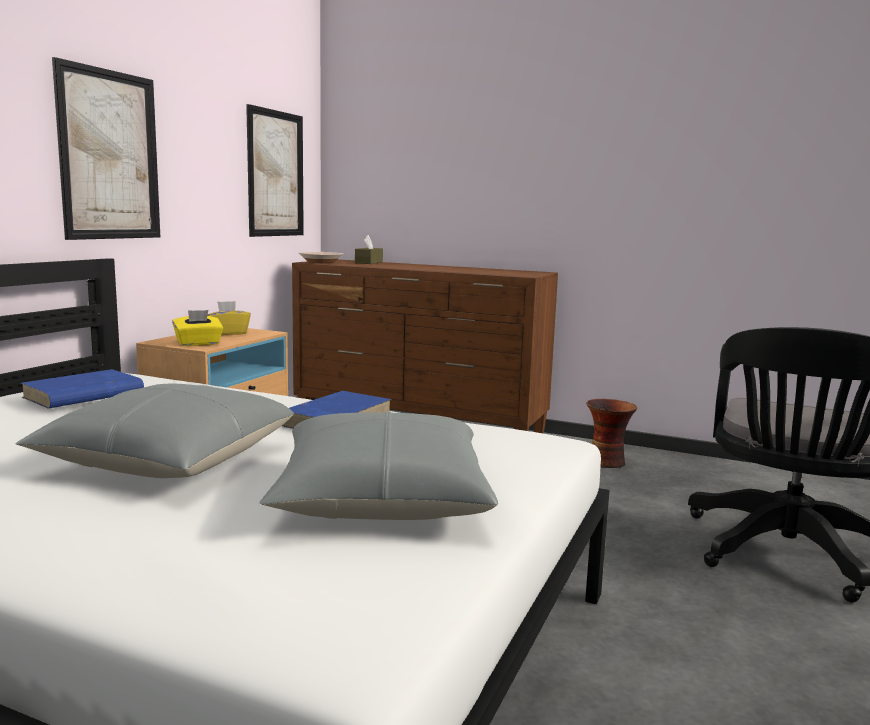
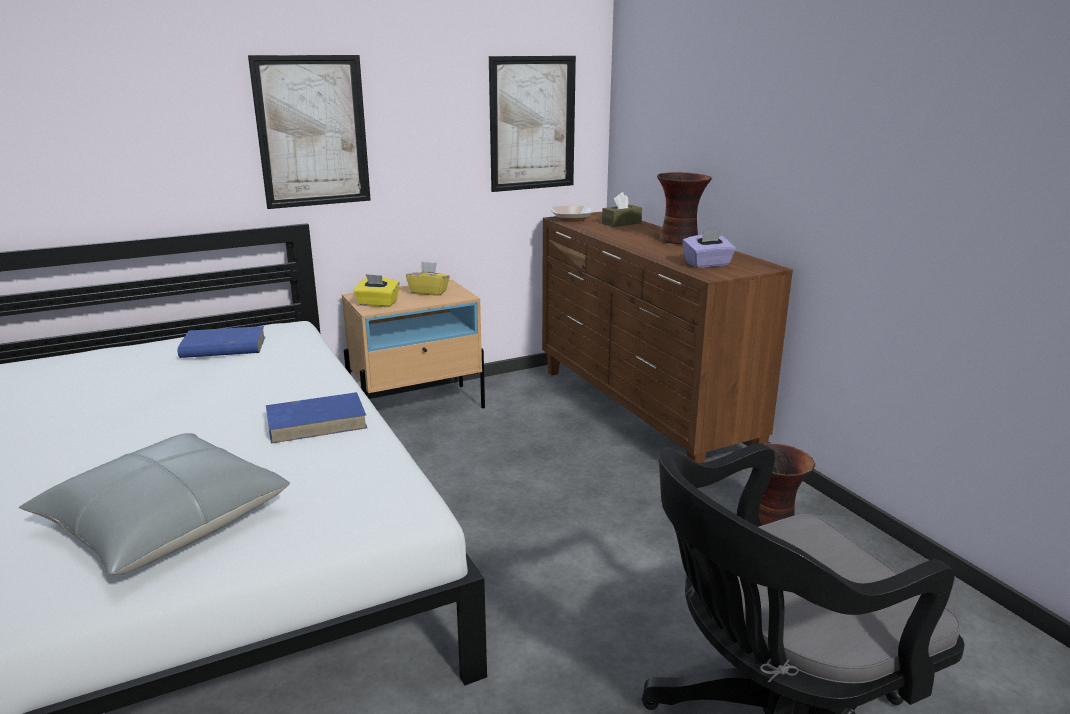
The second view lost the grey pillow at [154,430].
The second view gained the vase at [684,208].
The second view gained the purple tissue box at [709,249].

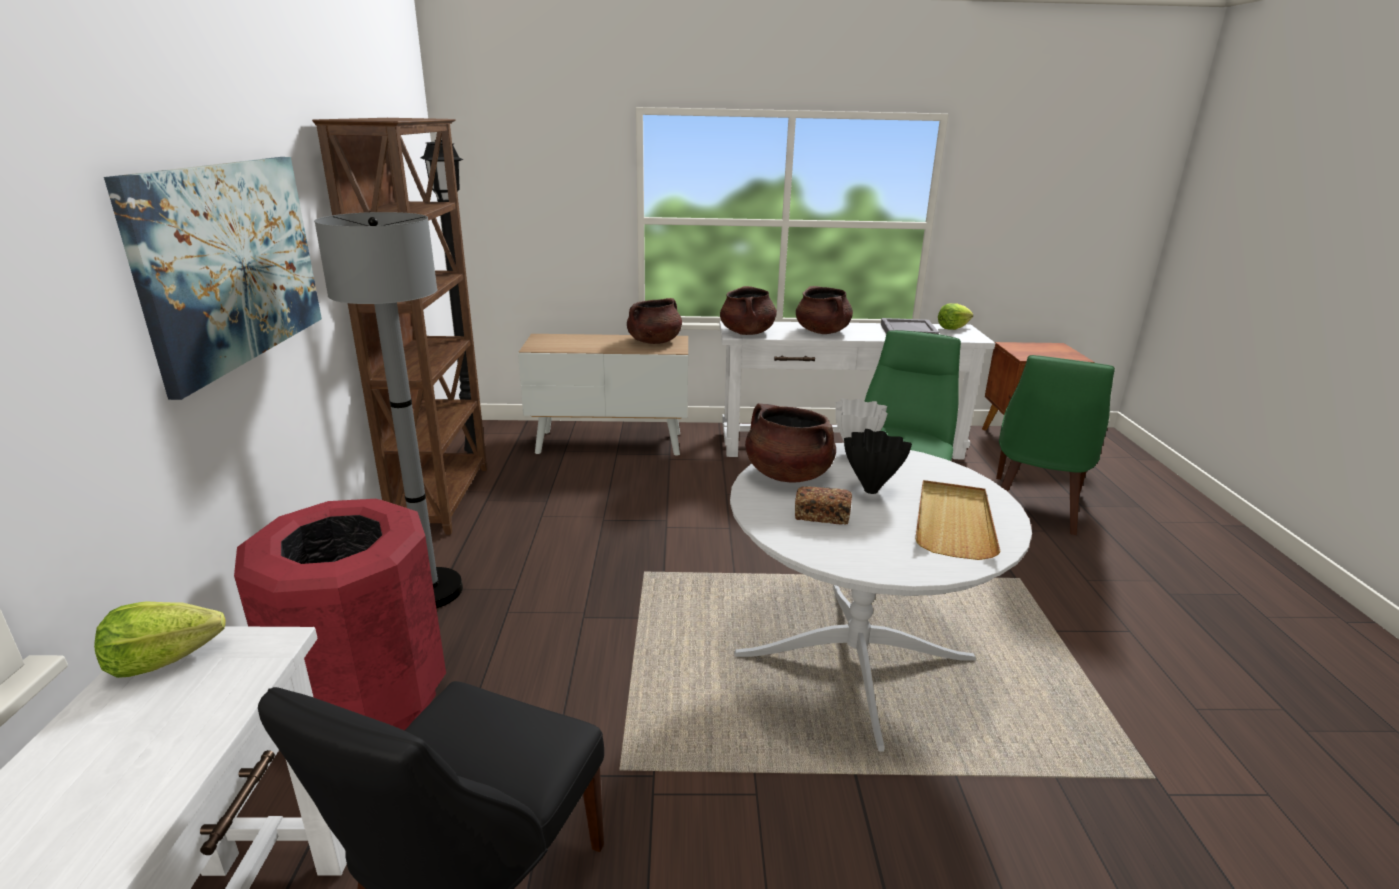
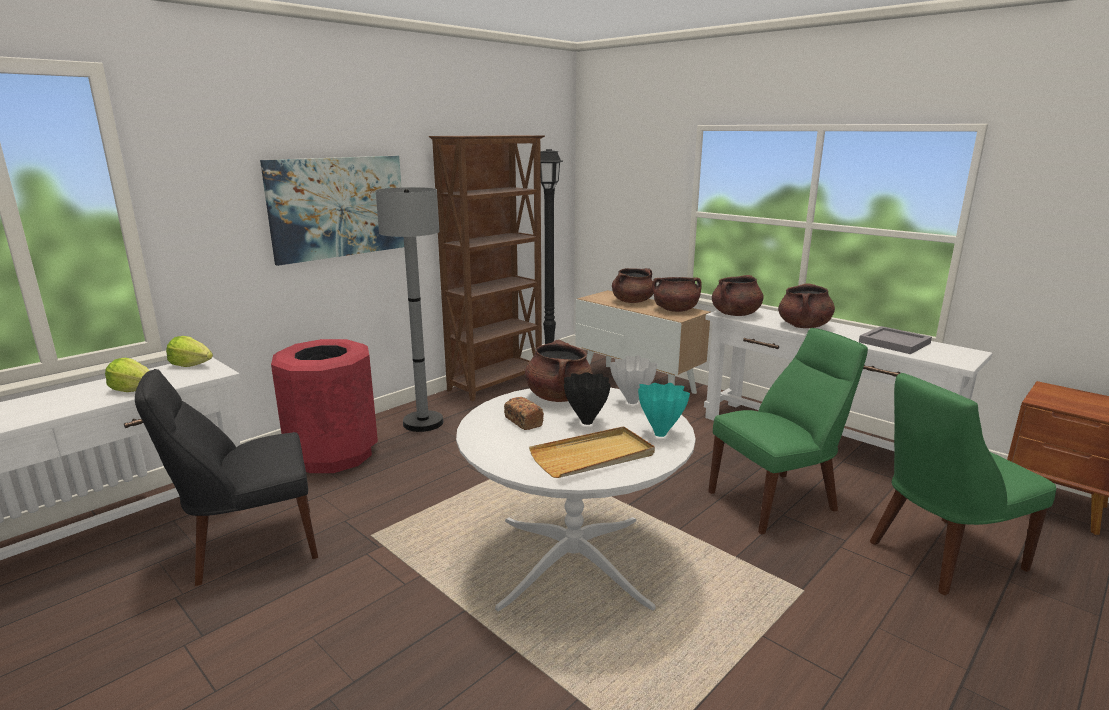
The lettuce ended up elsewhere, having gone from [955,316] to [127,375].
The second view gained the brown cooking pot at [632,285].
The second view gained the turquoise vase at [664,410].

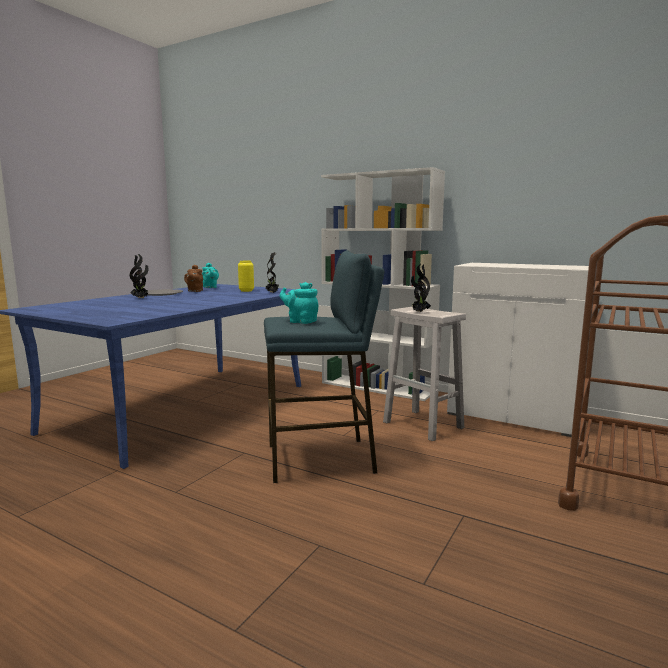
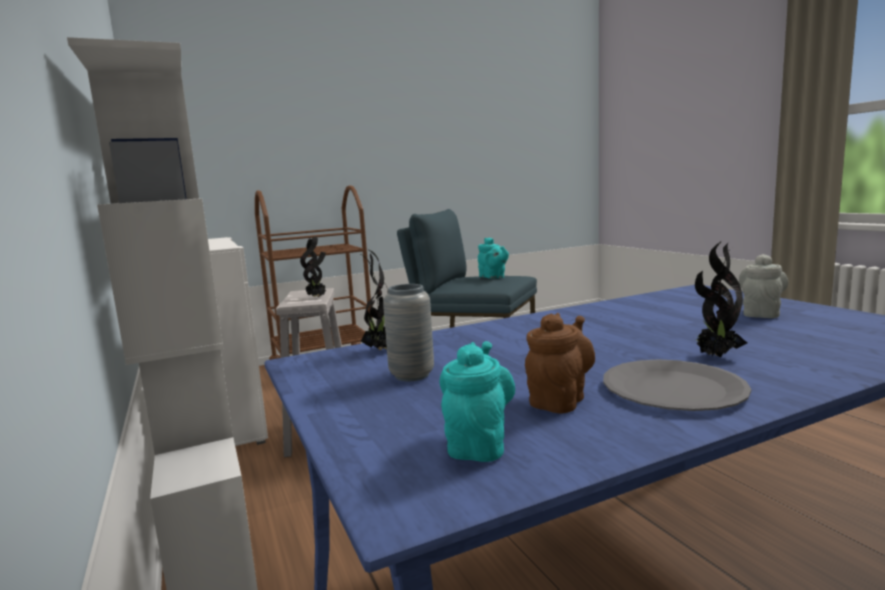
What was the yellow vase at [246,276] turned into the grey vase at [408,332].
The second view gained the grey teapot at [763,286].

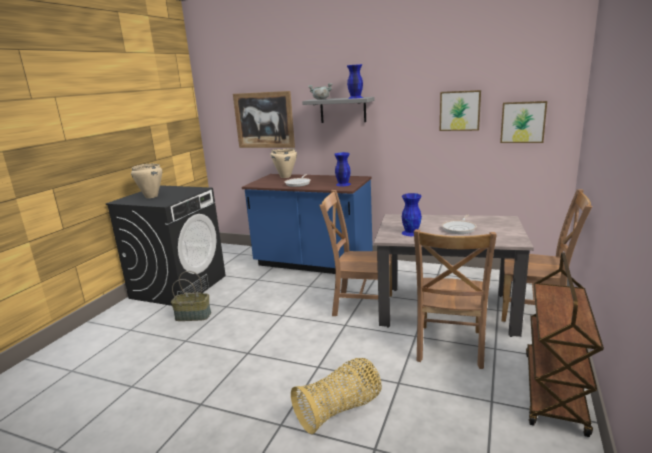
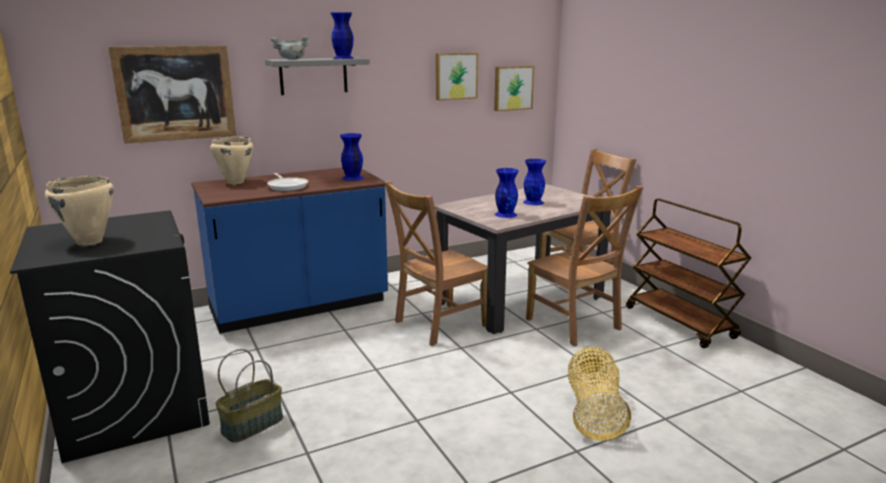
Where the frying pan stood at [459,224], the blue vase came to stand at [534,182].

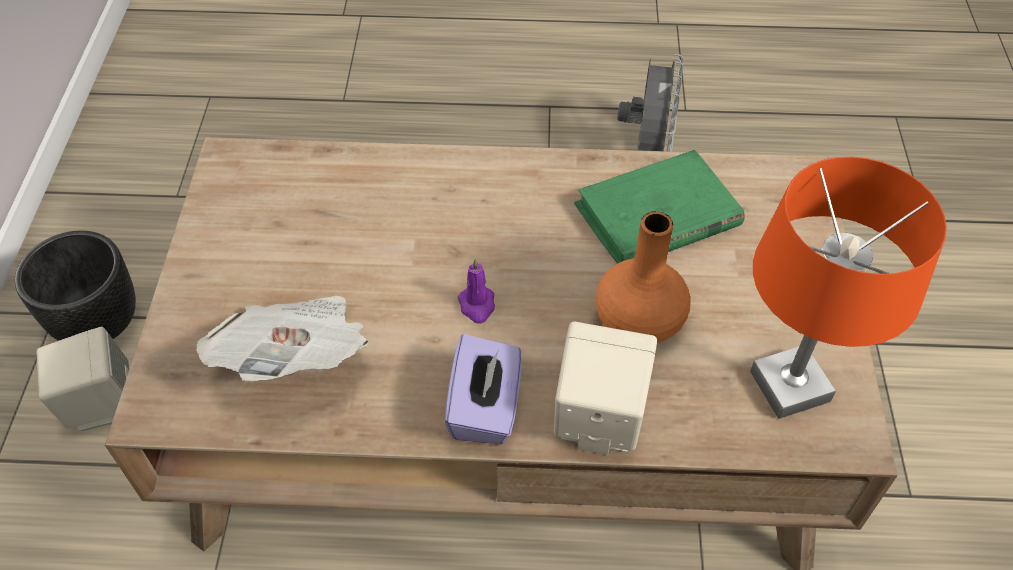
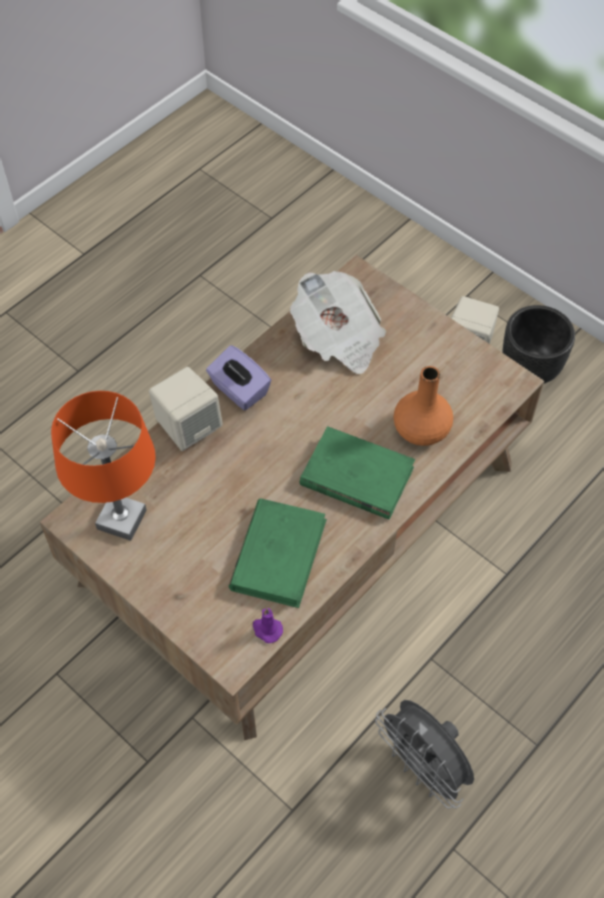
The orange vase ended up elsewhere, having gone from [643,277] to [423,406].
The purple candle ended up elsewhere, having gone from [476,291] to [268,625].
The second view gained the green book at [357,473].

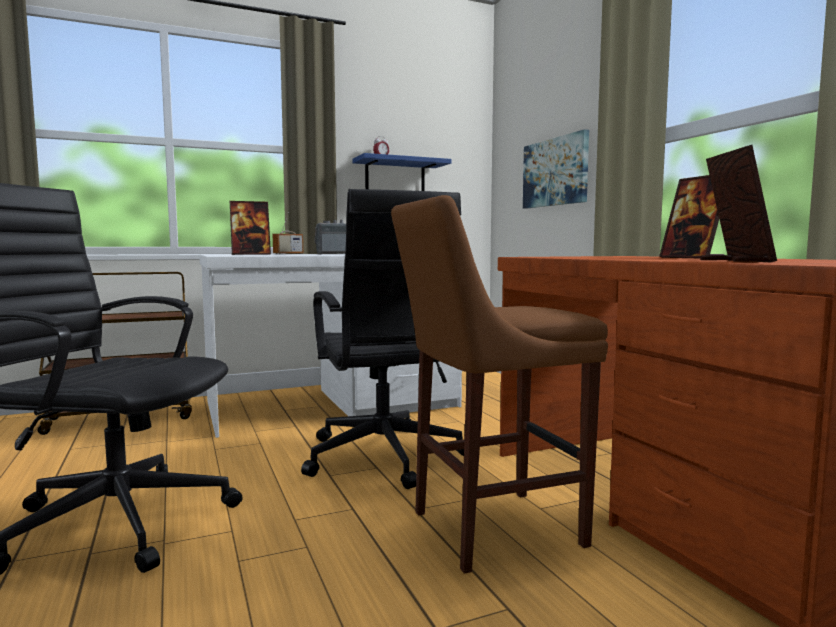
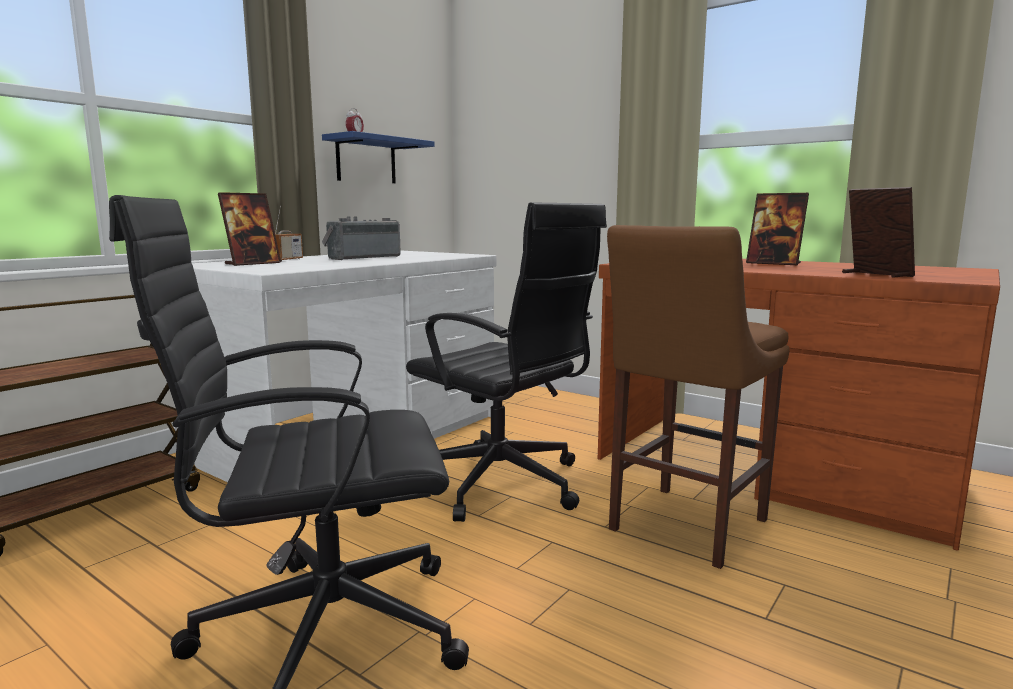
The second view lost the picture at [556,169].

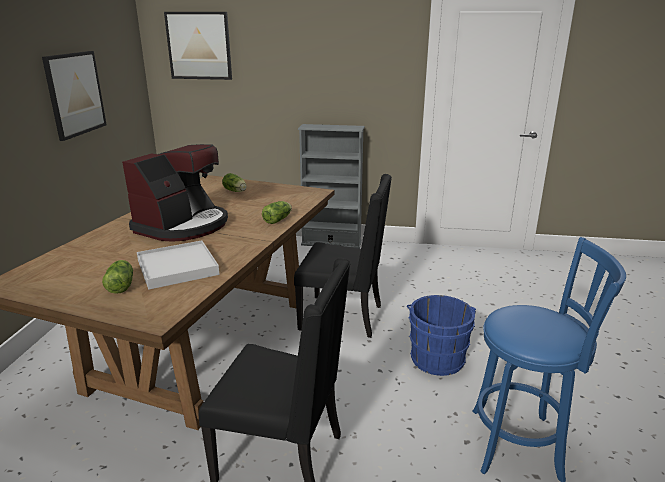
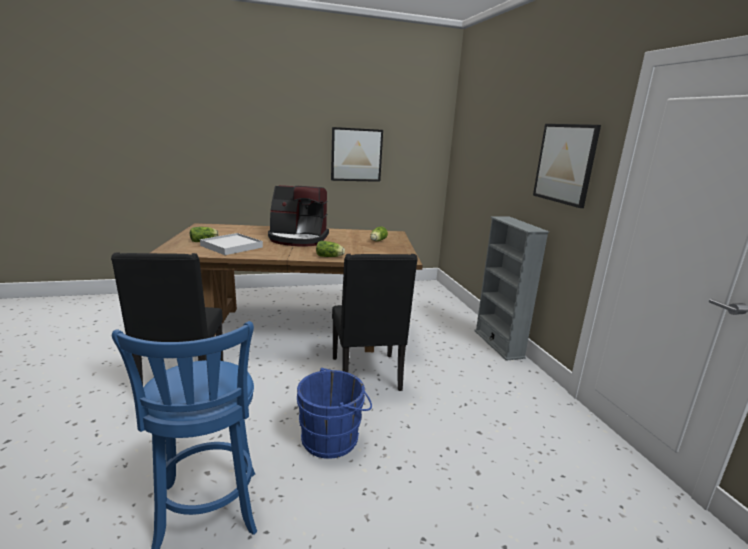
The picture ended up elsewhere, having gone from [198,46] to [567,166].

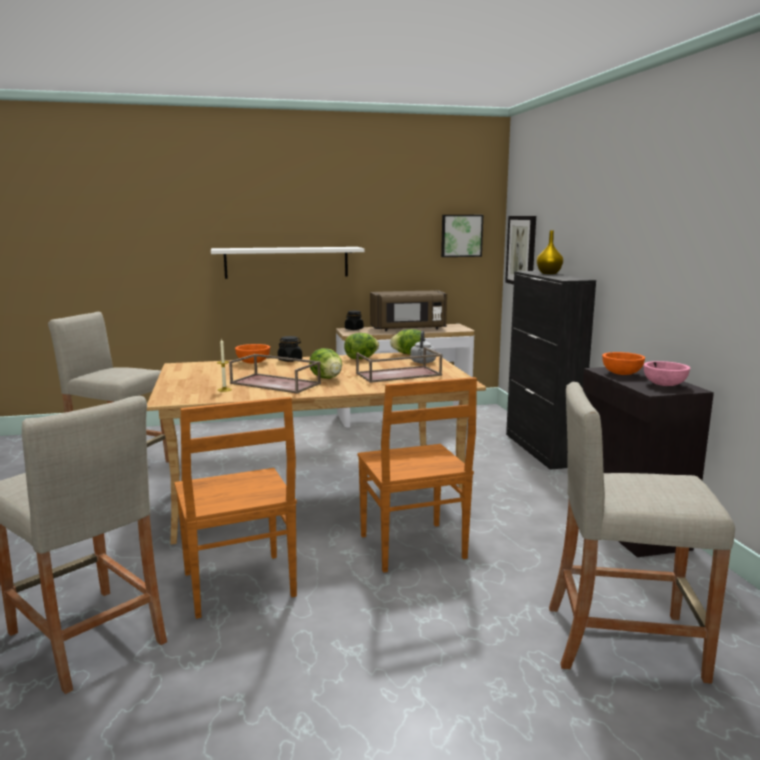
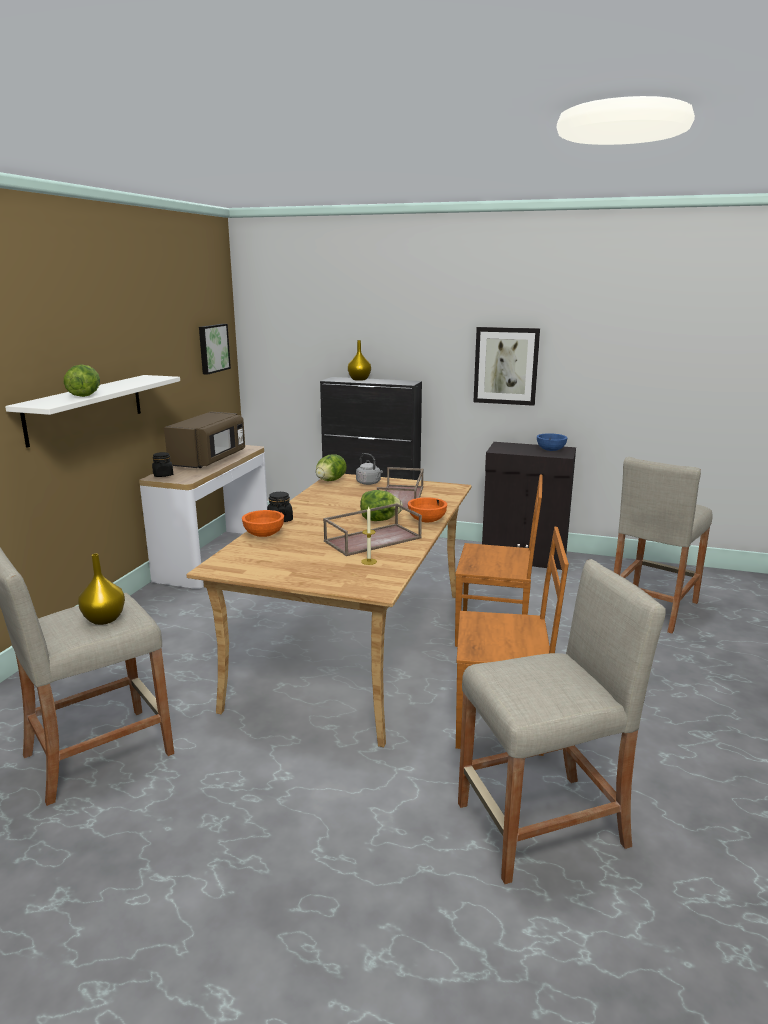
The picture ended up elsewhere, having gone from [520,250] to [506,366].
The lettuce ended up elsewhere, having gone from [361,346] to [82,381].
The orange bowl ended up elsewhere, having gone from [623,363] to [427,509].
What was the pink bowl at [667,373] turned into the blue bowl at [552,442].
The second view gained the yellow vase at [101,589].

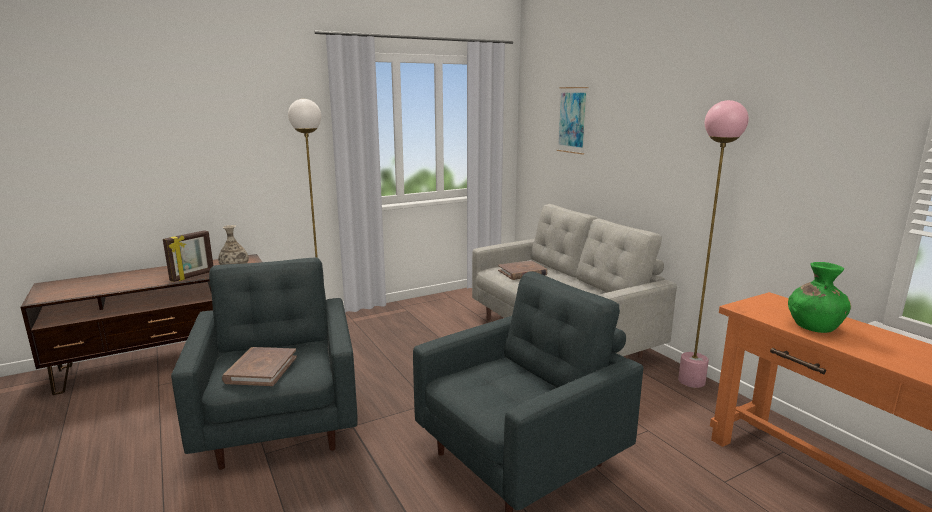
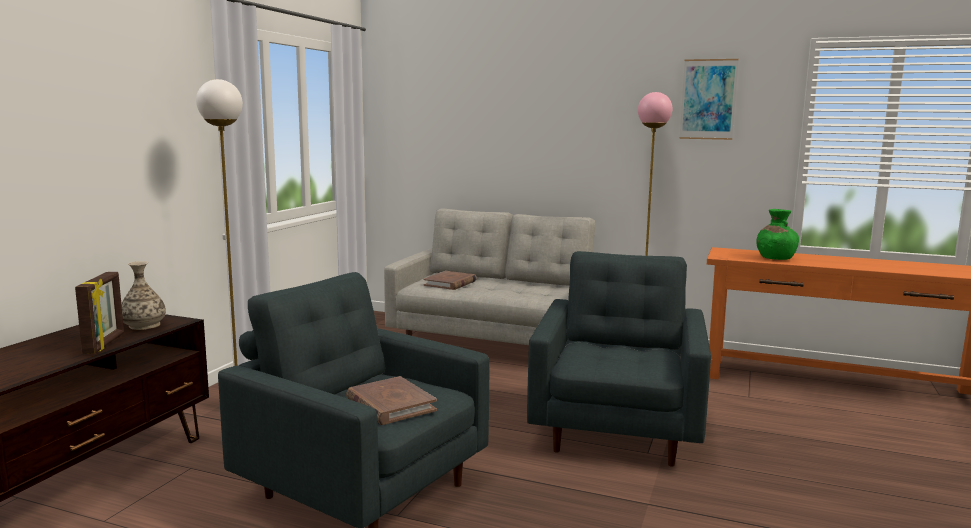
The picture ended up elsewhere, having gone from [572,121] to [709,99].

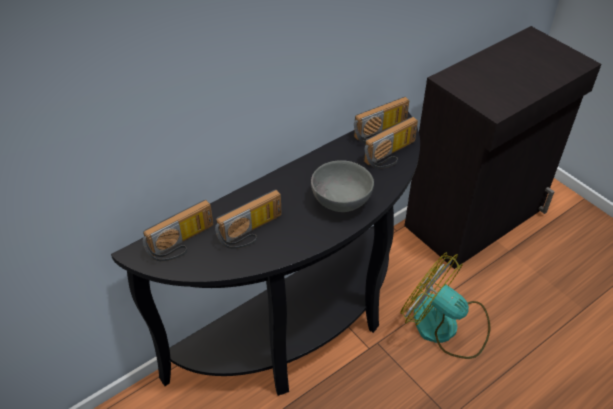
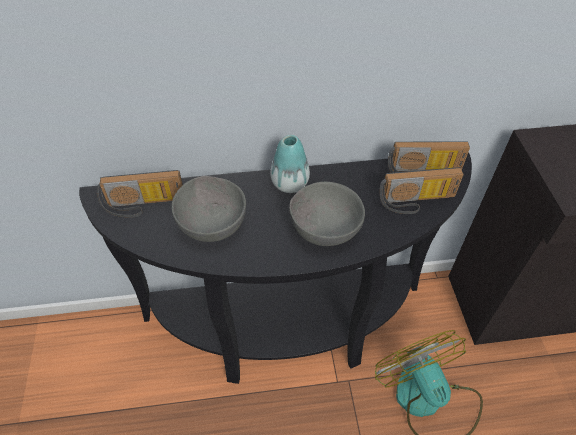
Where the radio stood at [248,219], the grey bowl came to stand at [209,209].
The second view gained the vase at [290,164].

